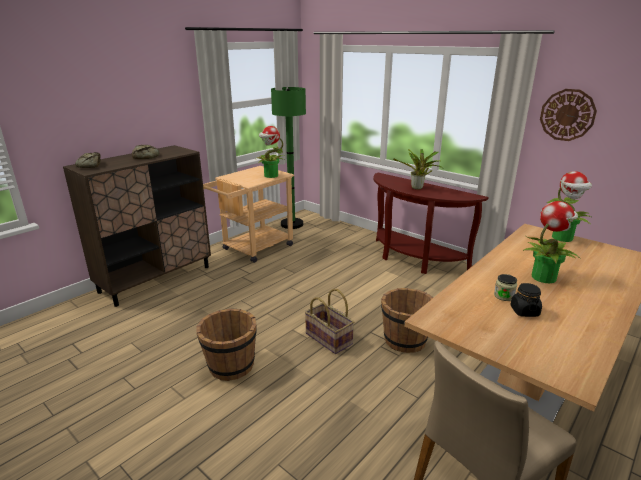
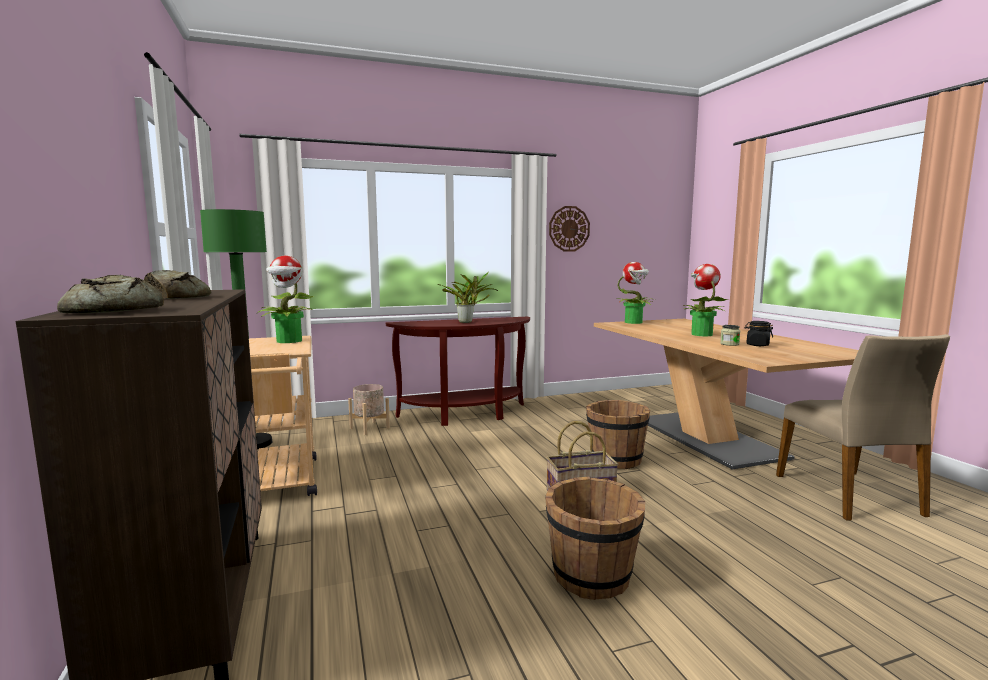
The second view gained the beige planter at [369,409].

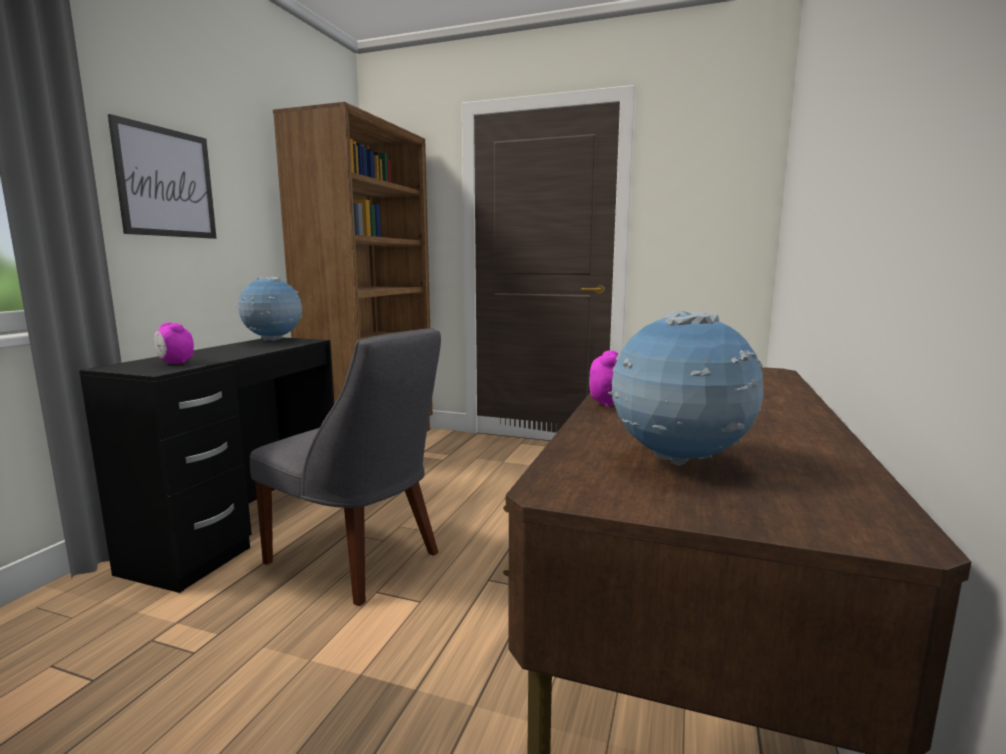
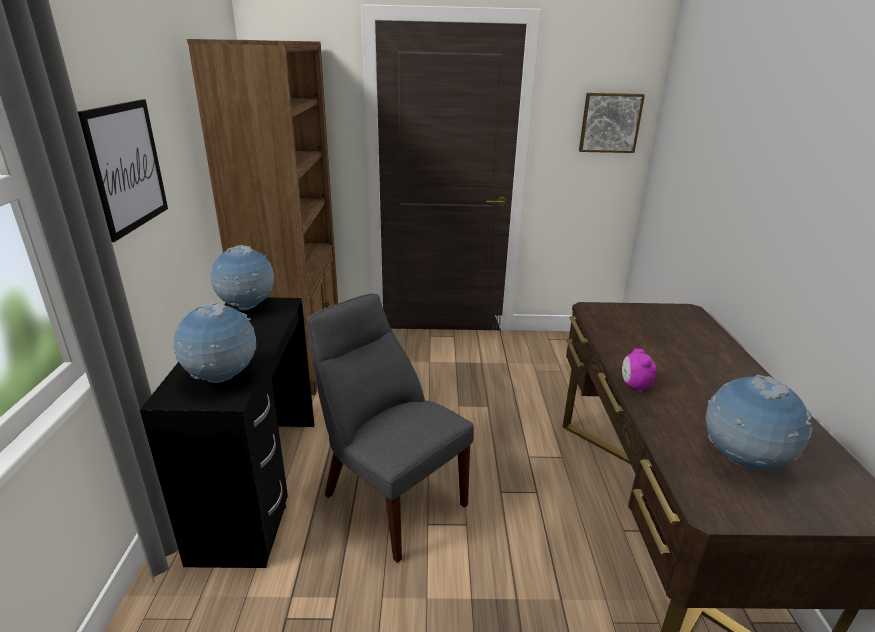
Where the alarm clock stood at [174,343], the globe came to stand at [214,342].
The grey chair at [345,467] ended up facing another way, 150 degrees counterclockwise from before.
The second view gained the picture at [612,123].

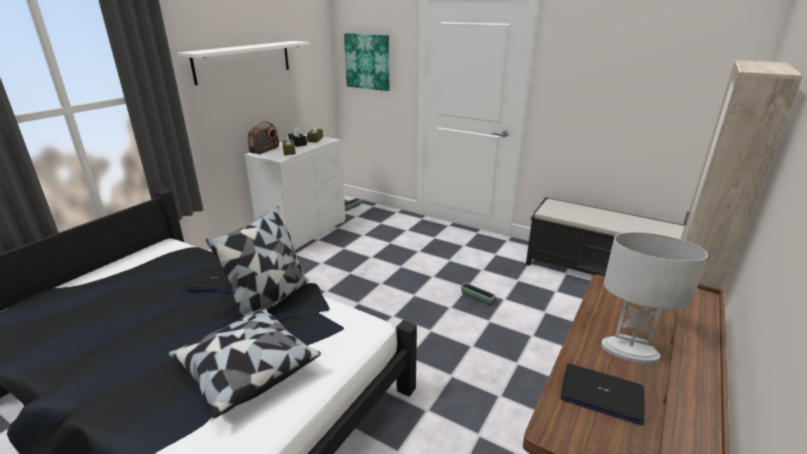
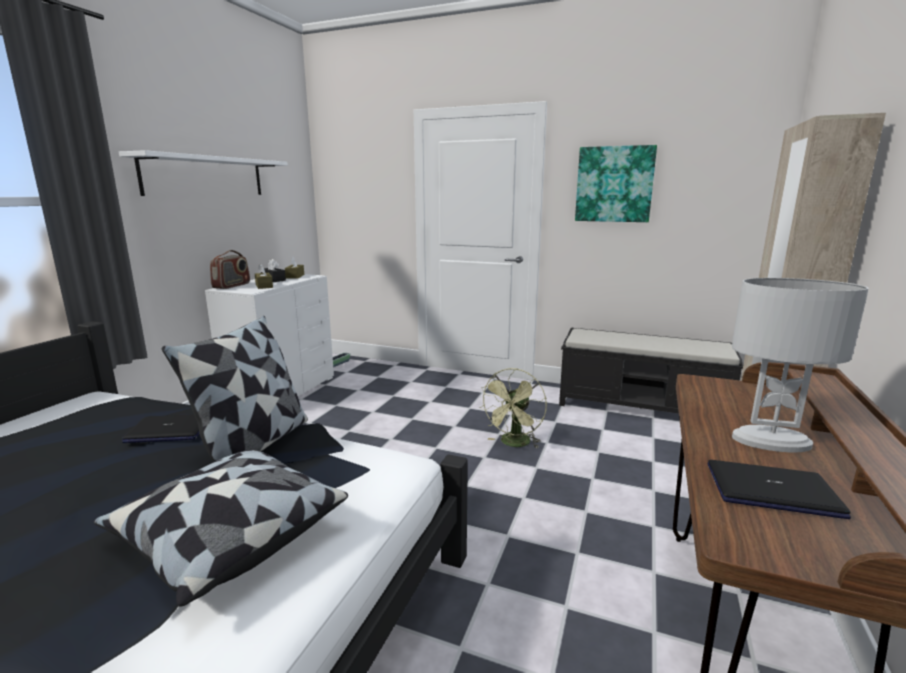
The picture ended up elsewhere, having gone from [367,62] to [616,183].
Where the planter stood at [478,293], the green fan came to stand at [513,408].

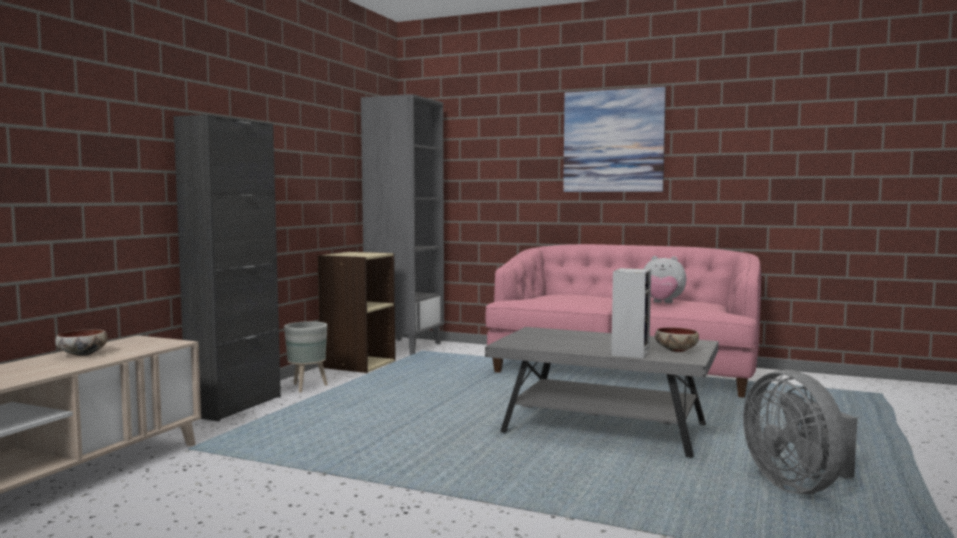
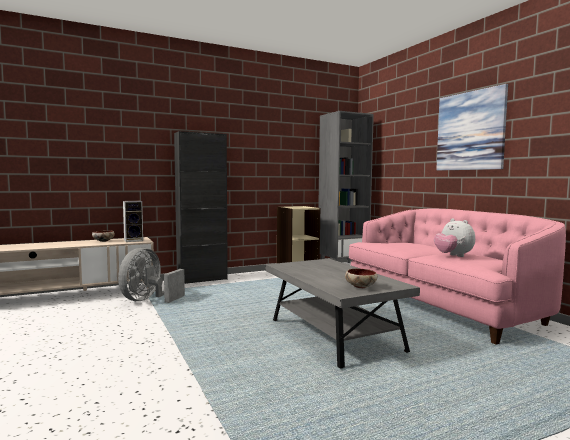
The speaker ended up elsewhere, having gone from [631,313] to [133,221].
The second view lost the grey planter at [306,357].
The grey fan ended up elsewhere, having gone from [800,432] to [151,275].

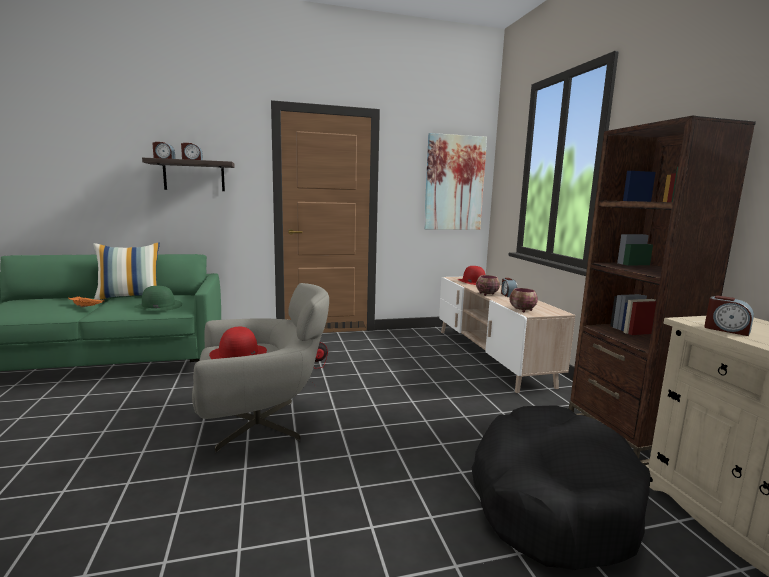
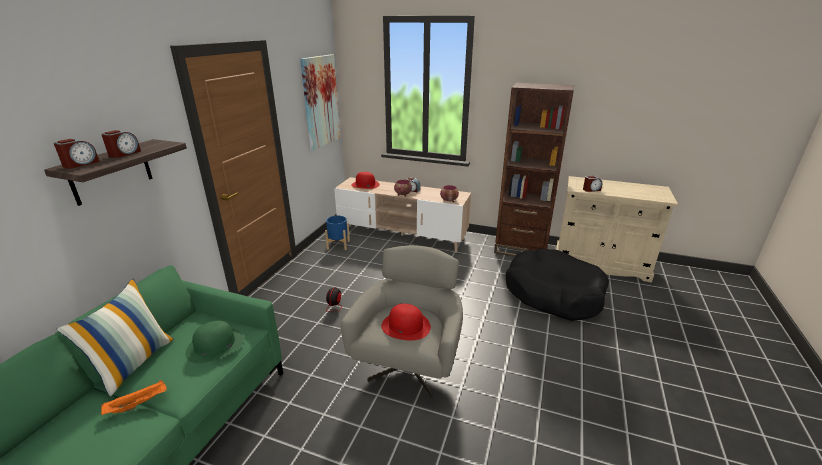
The second view gained the blue planter at [337,233].

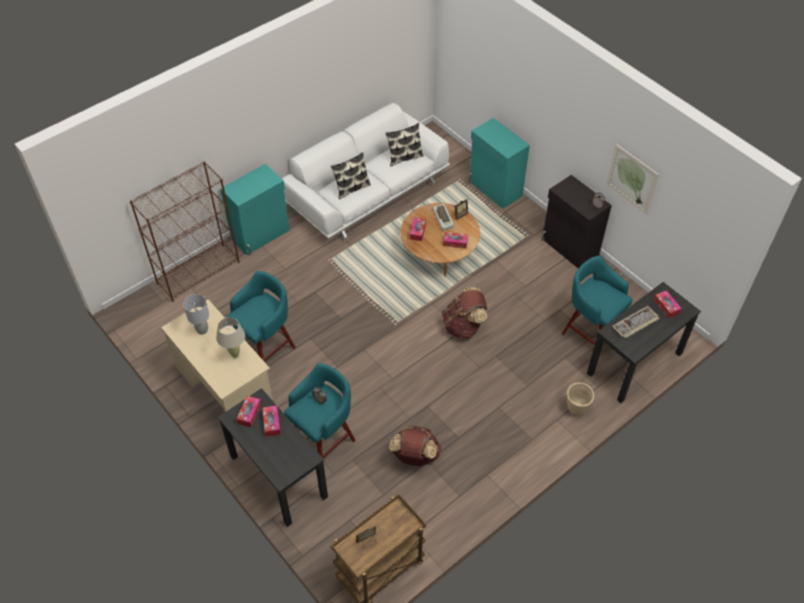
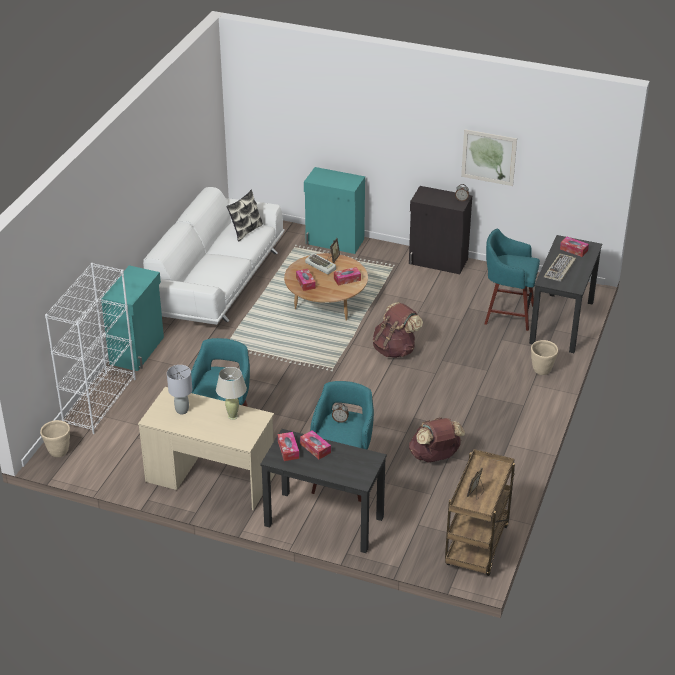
The second view lost the pillow at [351,175].
What was the brown bookcase at [185,231] turned into the white bookcase at [90,348].
The second view gained the beige planter at [55,439].

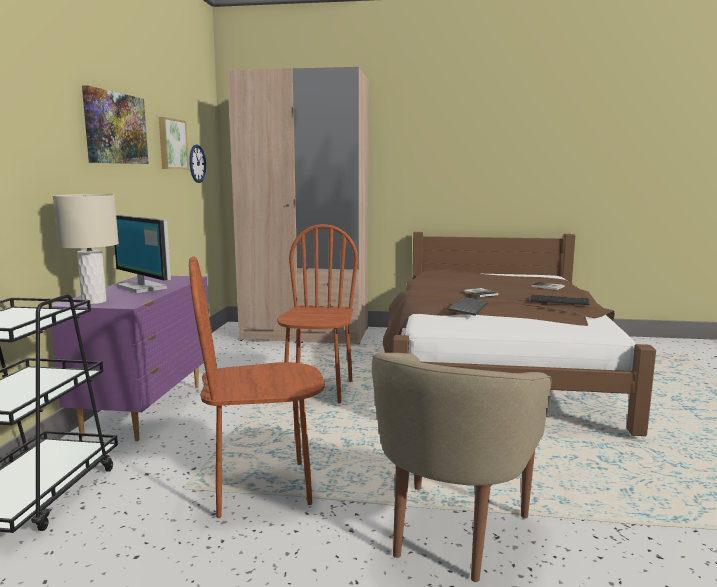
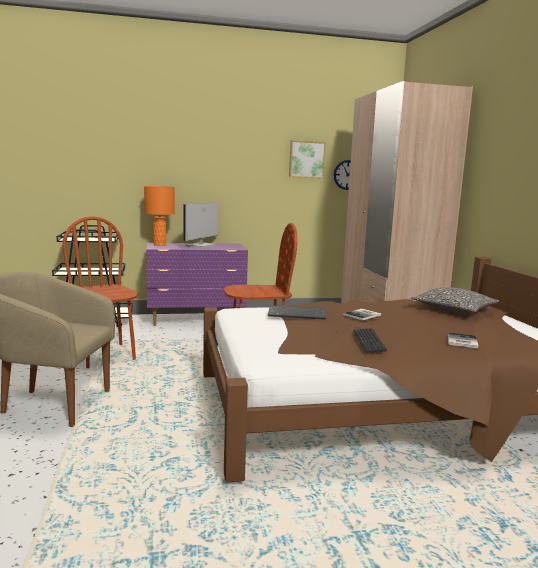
The second view lost the picture at [115,124].
What was the beige table lamp at [86,249] turned into the orange table lamp at [159,216].
The second view gained the pillow at [455,300].

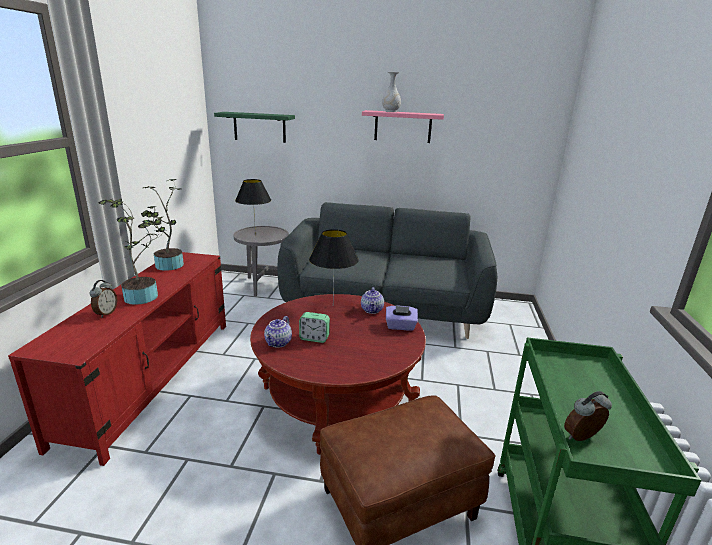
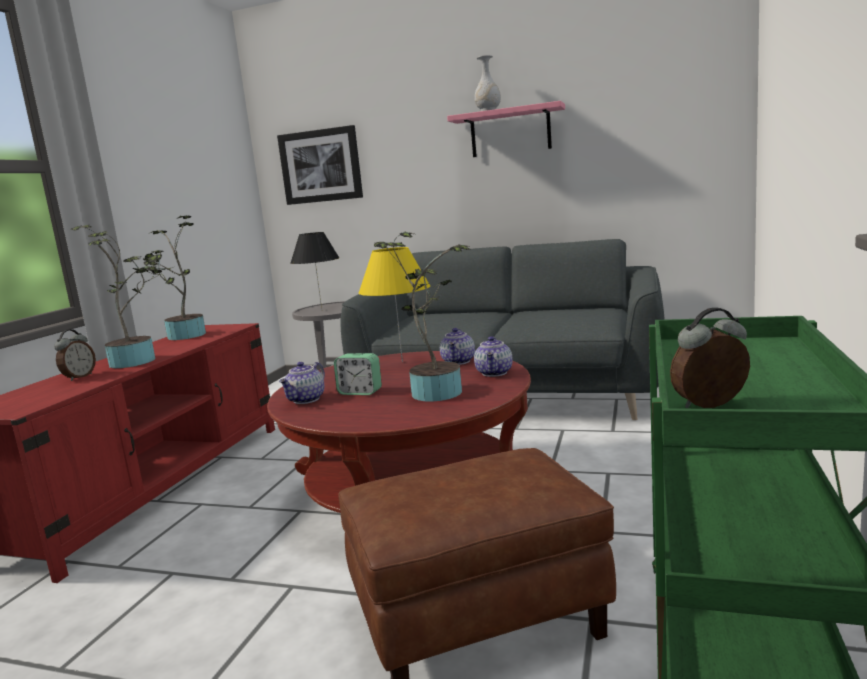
Where the green shelf hung at [254,127], the picture came to hang at [320,165].
What was the black table lamp at [334,266] turned into the yellow table lamp at [394,304].
Where the purple tissue box stood at [402,318], the teapot came to stand at [493,356].
The second view gained the potted plant at [422,316].

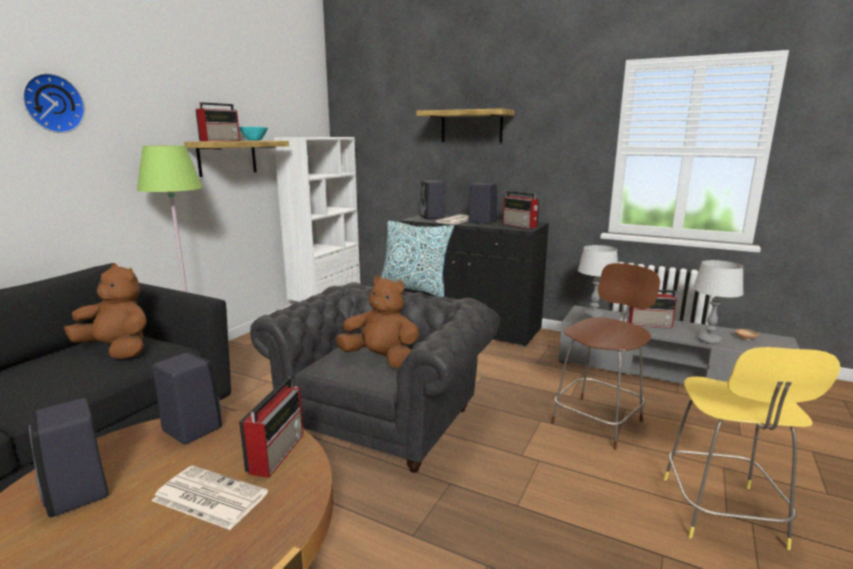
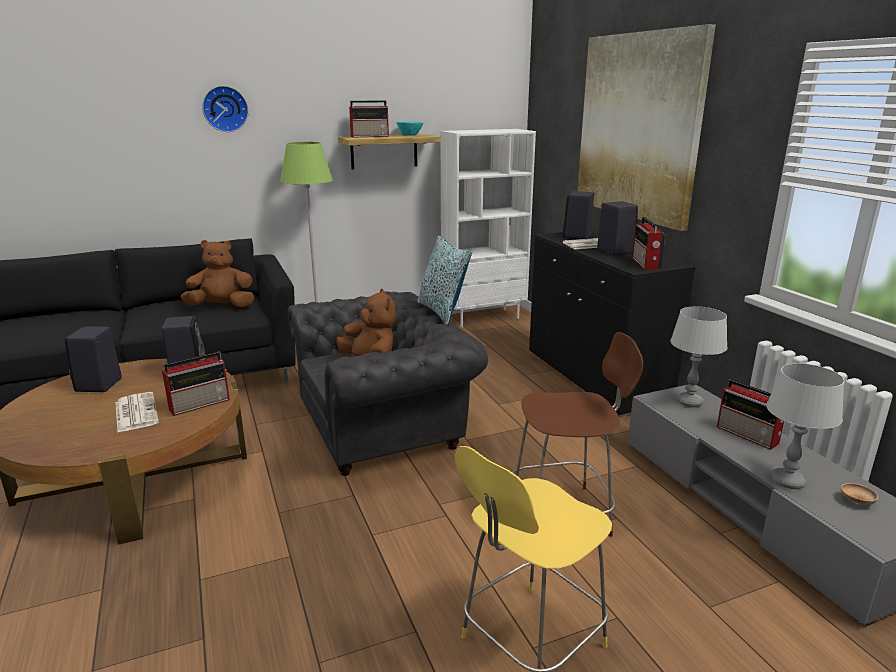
Where the shelf hung at [465,125], the picture came to hang at [647,127].
The brown plush toy at [105,311] ended up facing another way, 75 degrees counterclockwise from before.

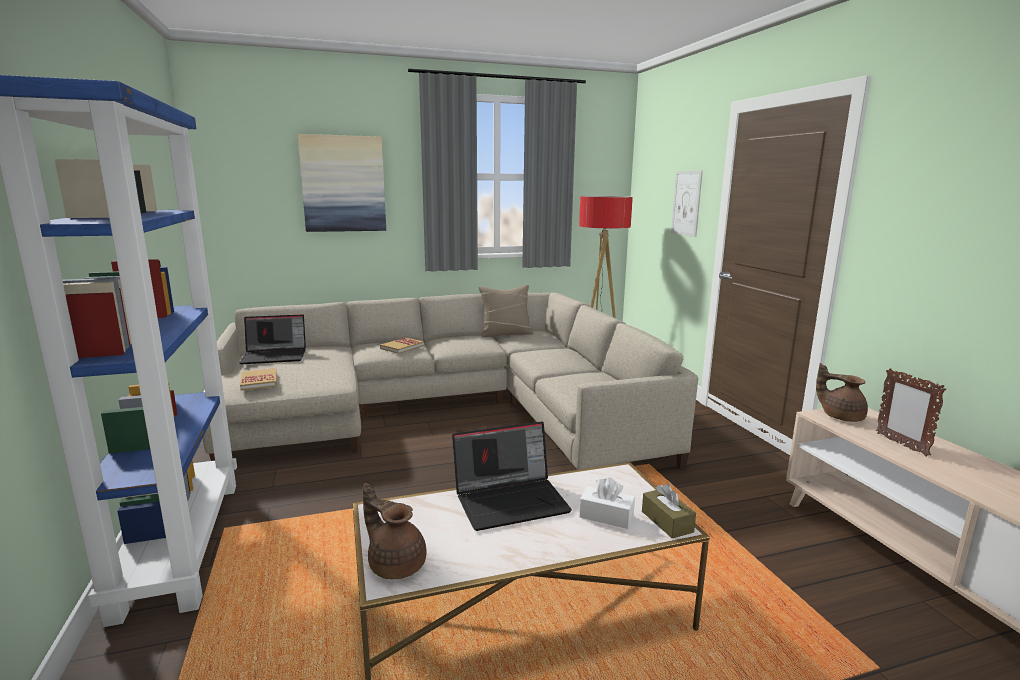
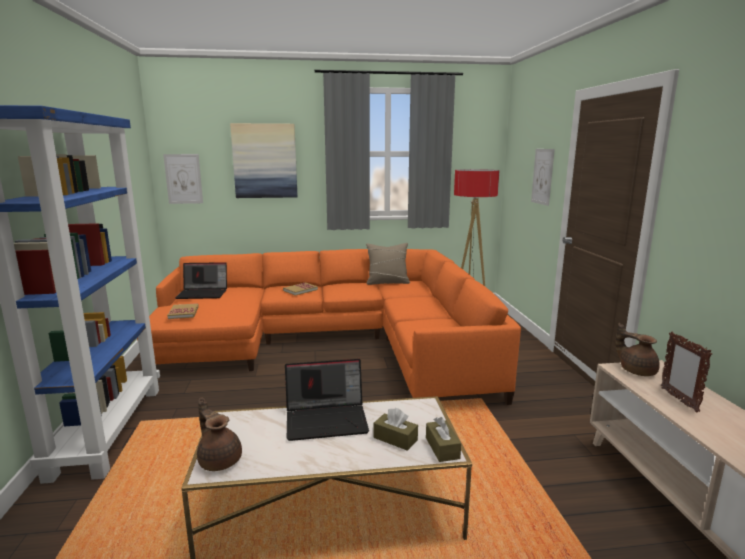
What was the beige sofa at [450,381] turned into the orange sofa at [329,327].
What was the white tissue box at [607,503] turned into the brown tissue box at [395,429].
The second view gained the picture at [183,179].

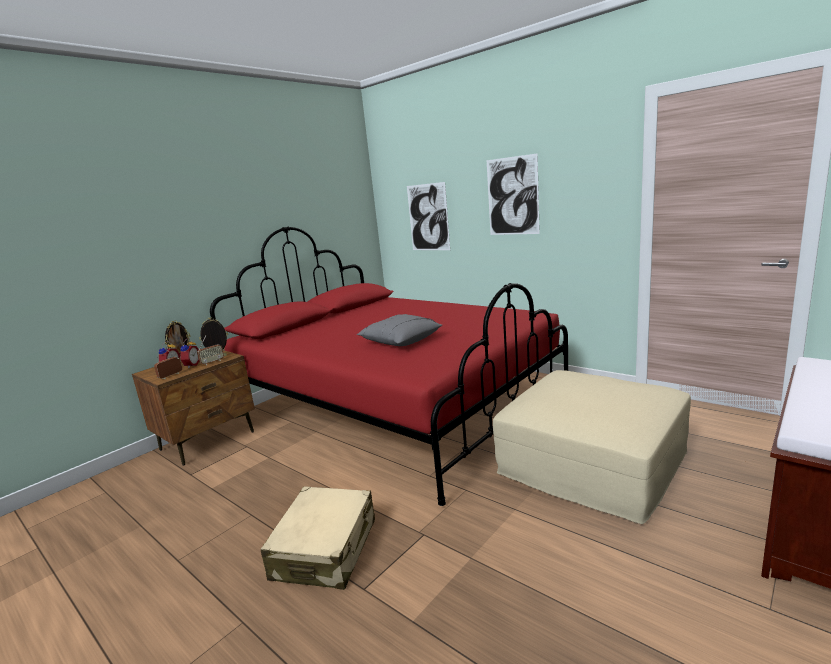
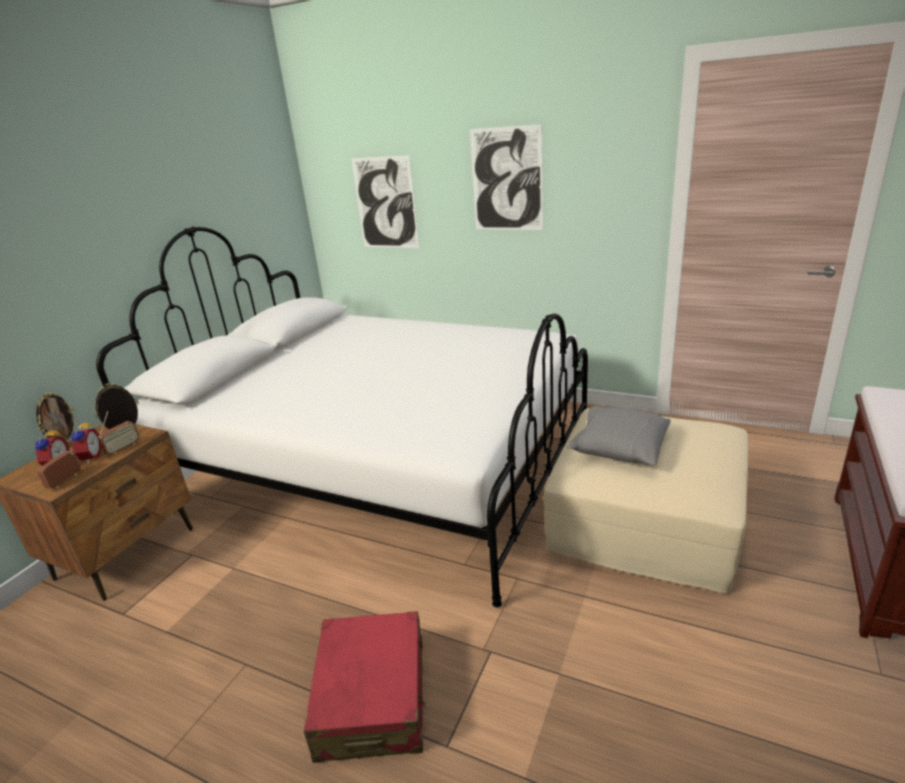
What was the red bed at [389,366] turned into the white bed at [342,417].
The grey pillow ended up elsewhere, having gone from [399,330] to [618,436].
What was the beige suitcase at [317,538] turned into the red suitcase at [365,687].

